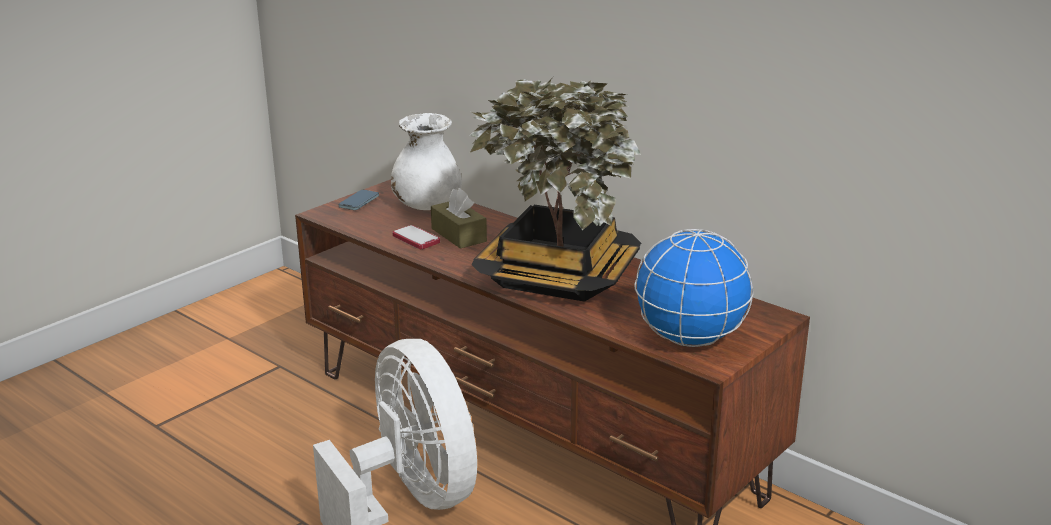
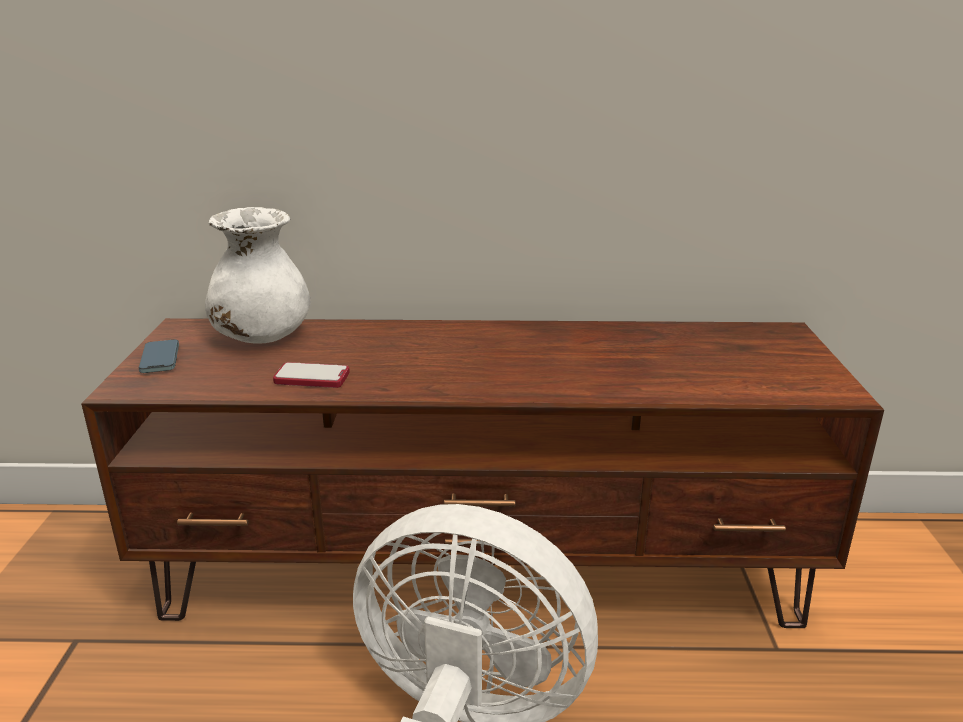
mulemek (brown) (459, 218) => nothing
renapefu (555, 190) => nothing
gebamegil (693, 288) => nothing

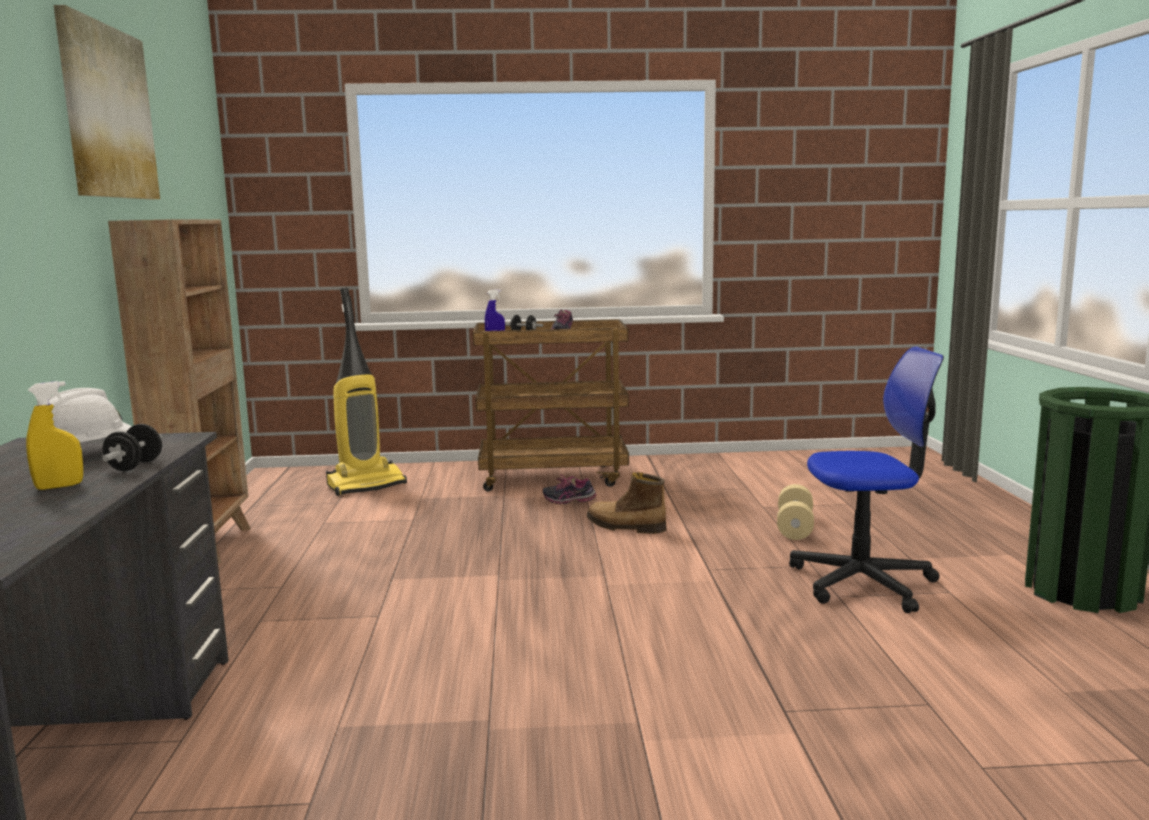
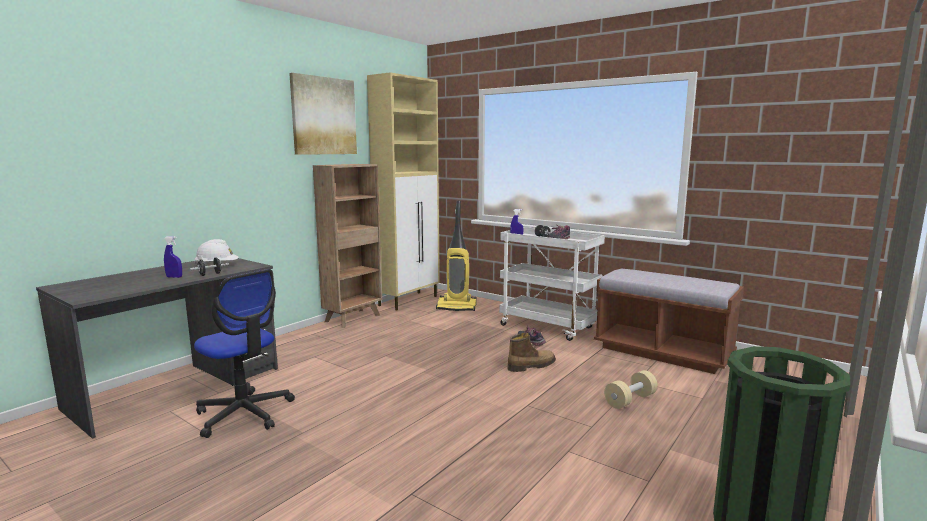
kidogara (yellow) (54, 435) => kidogara (blue) (173, 257)
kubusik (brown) (551, 405) => kubusik (white) (552, 284)
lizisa (626, 503) => lizisa (531, 352), 90 degrees clockwise
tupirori (866, 479) => tupirori (244, 353), moved
nothing => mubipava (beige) (403, 191)
nothing => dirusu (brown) (669, 321)

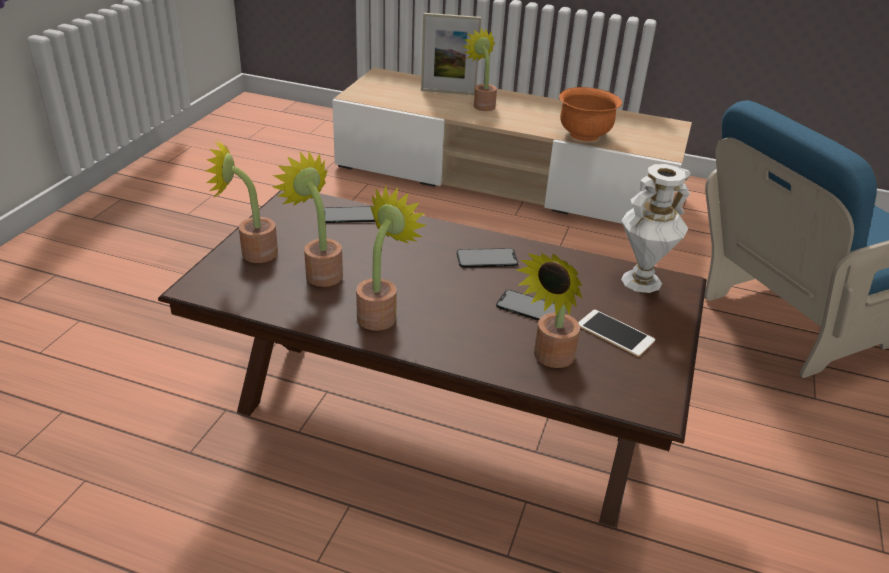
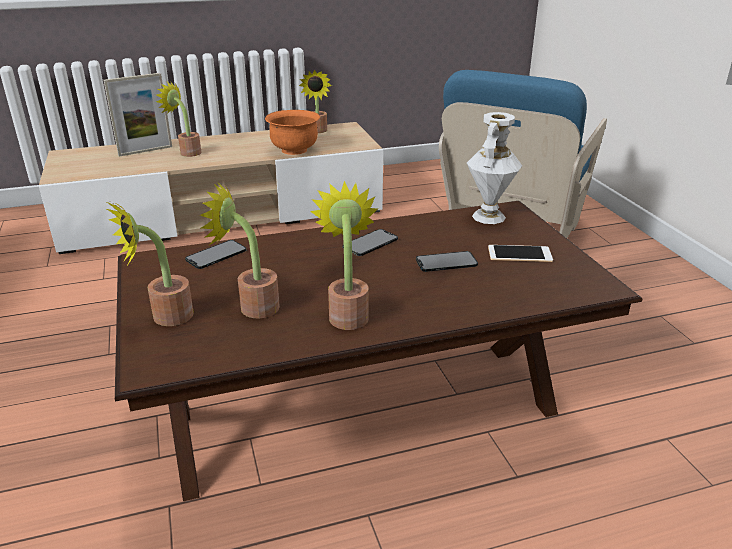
renapefu (549, 310) => renapefu (315, 101), moved

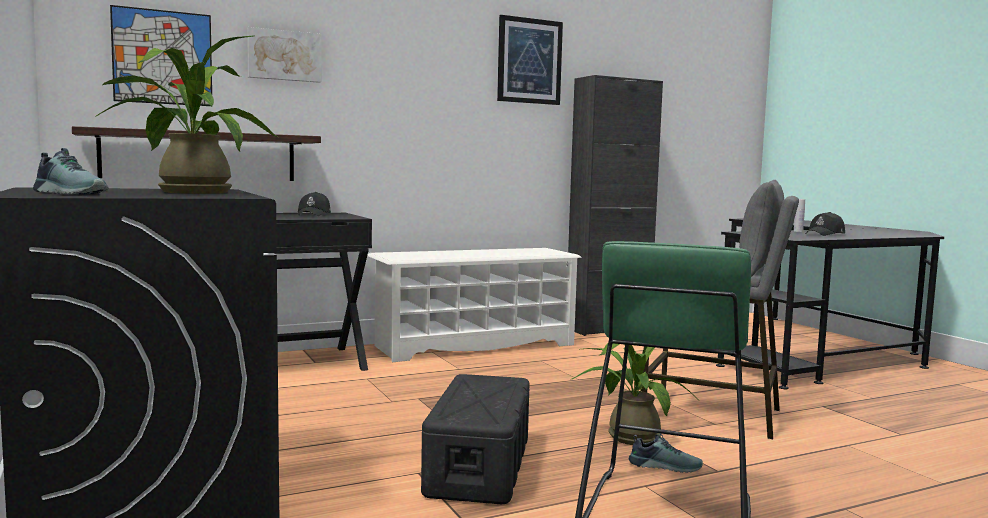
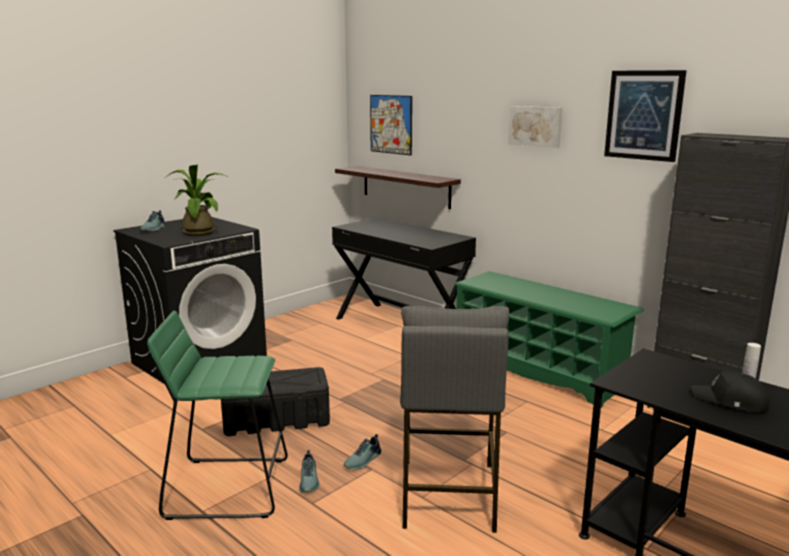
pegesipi (284, 55) => pegesipi (535, 127), moved
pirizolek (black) (314, 204) => nothing
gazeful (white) (474, 305) => gazeful (green) (549, 339)
renapefu (635, 394) => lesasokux (362, 452)

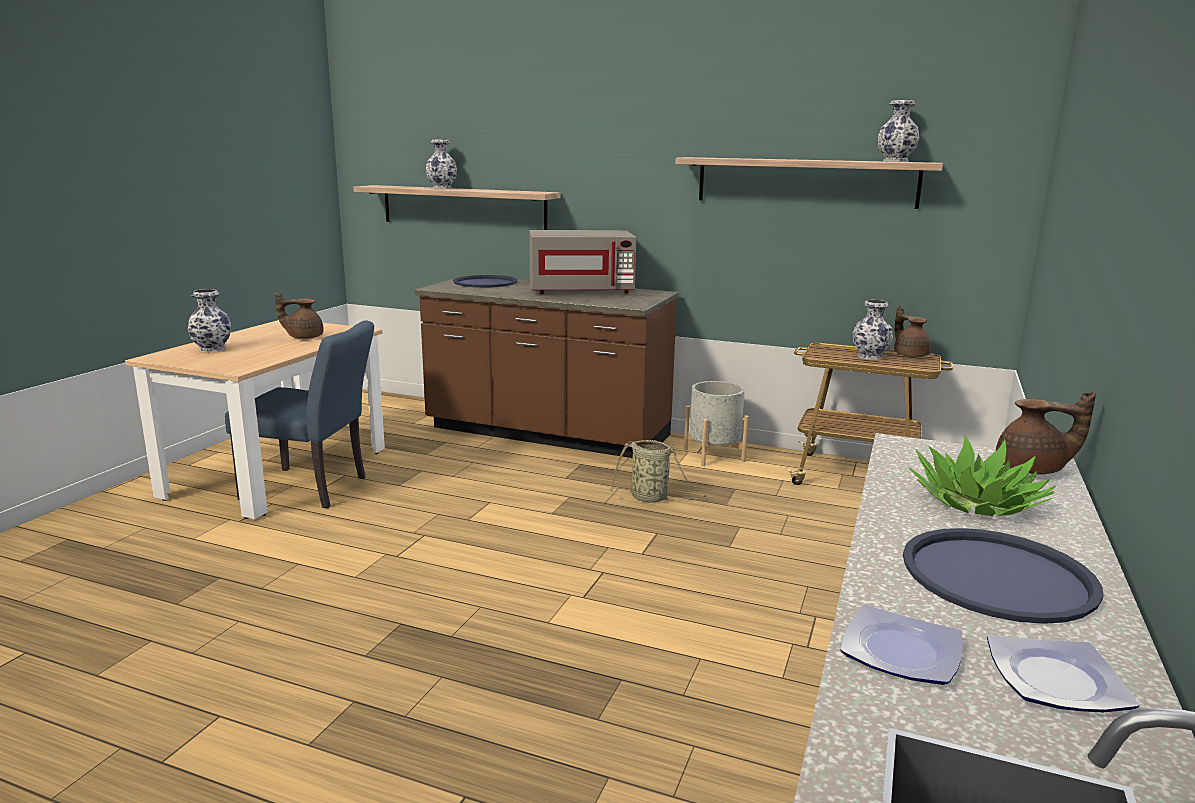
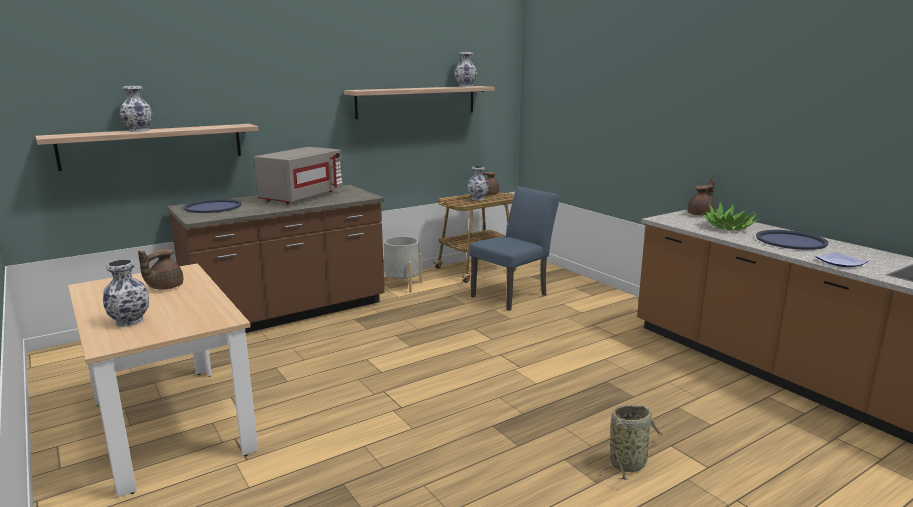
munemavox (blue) (299, 414) => munemavox (blue) (514, 249), moved
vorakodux (658, 471) => vorakodux (631, 442), moved
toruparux (1063, 673) => nothing

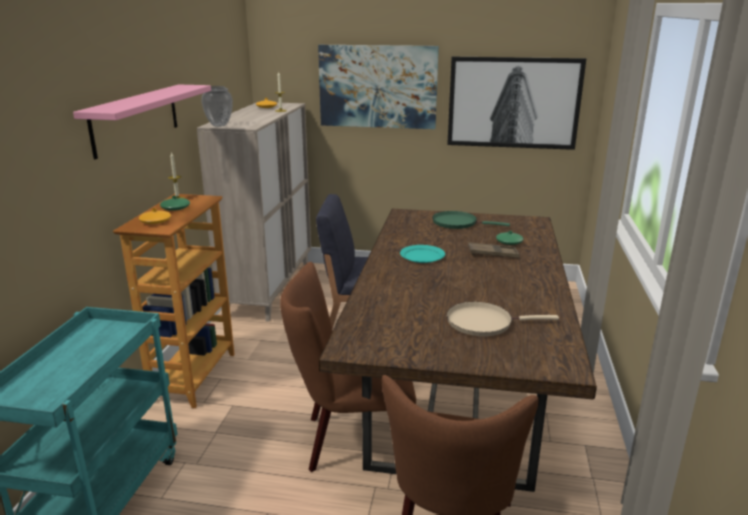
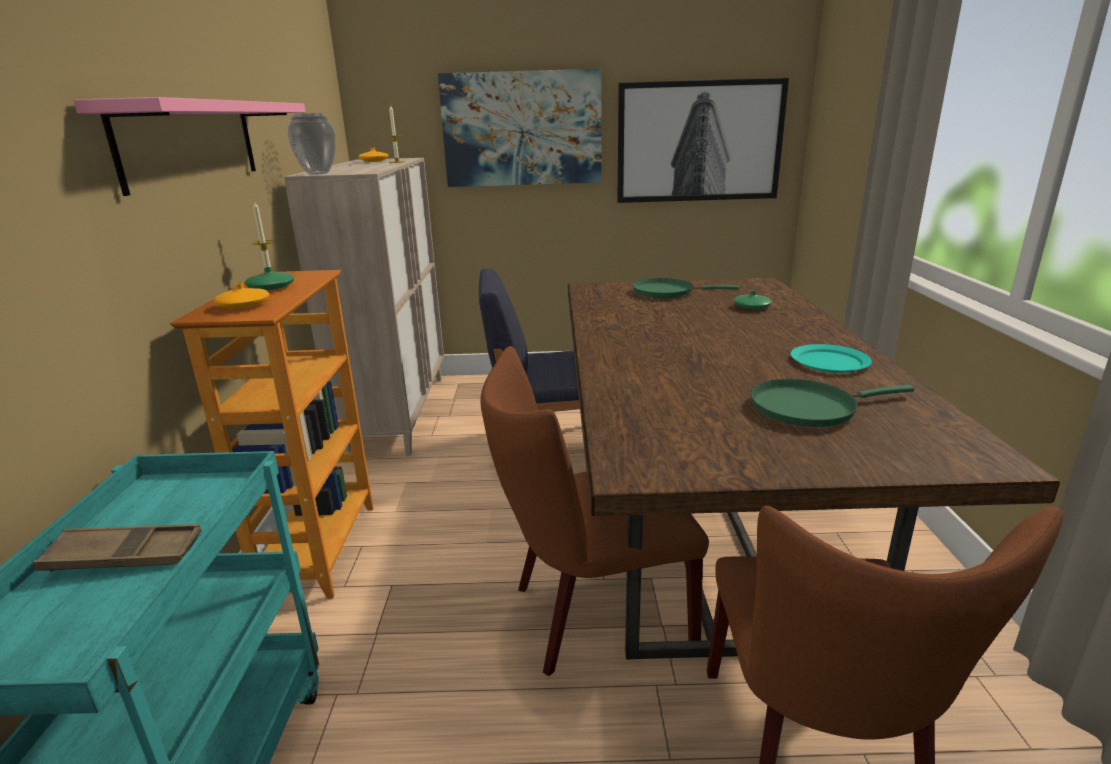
toruparux (turquoise) (422, 254) => toruparux (turquoise) (831, 358), moved
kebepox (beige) (503, 319) => kebepox (green) (832, 403)
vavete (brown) (494, 250) => vavete (brown) (117, 548), moved

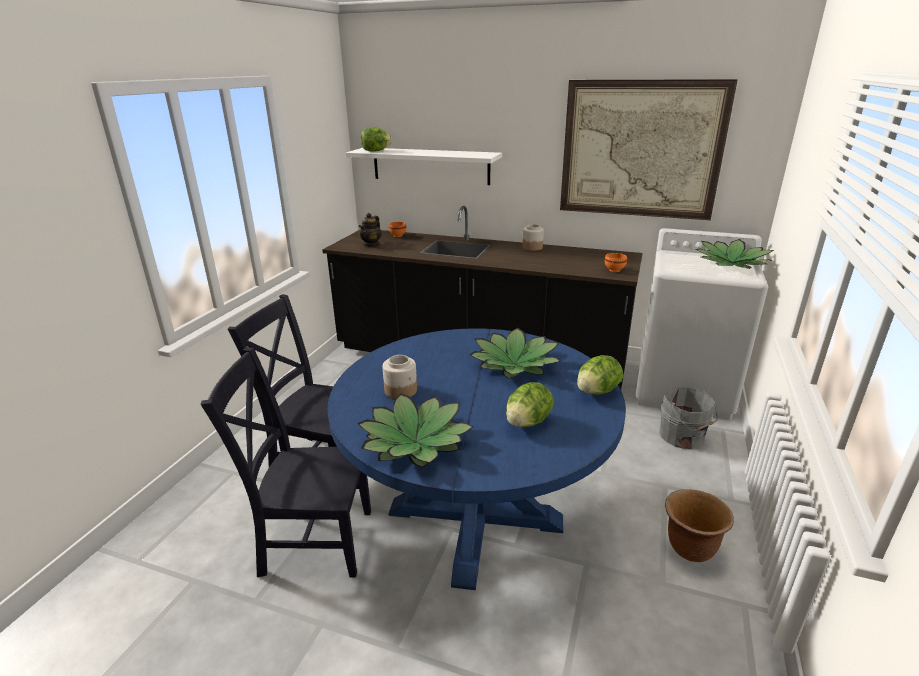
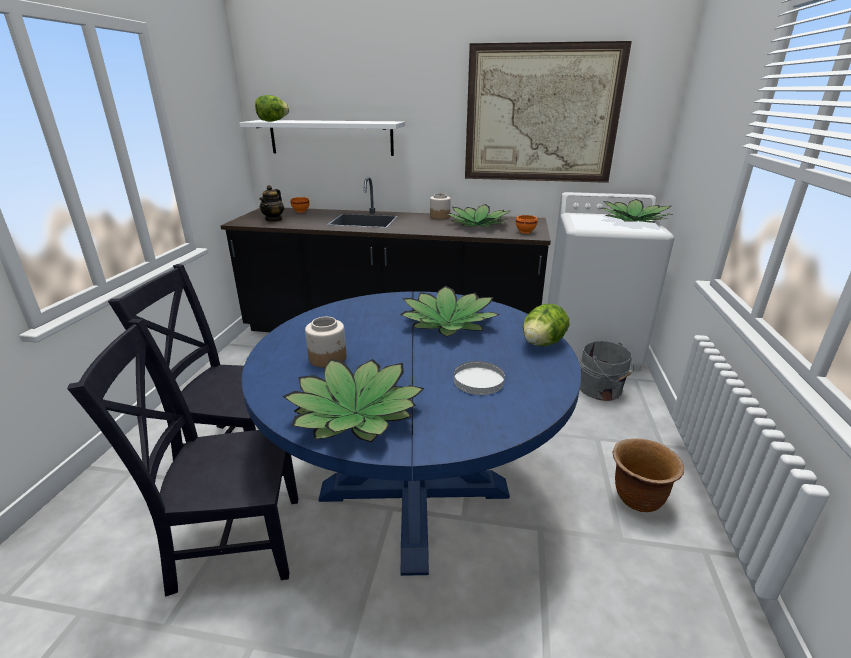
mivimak (530, 404) => toruparux (white) (479, 378)
nothing => renapefu (478, 215)

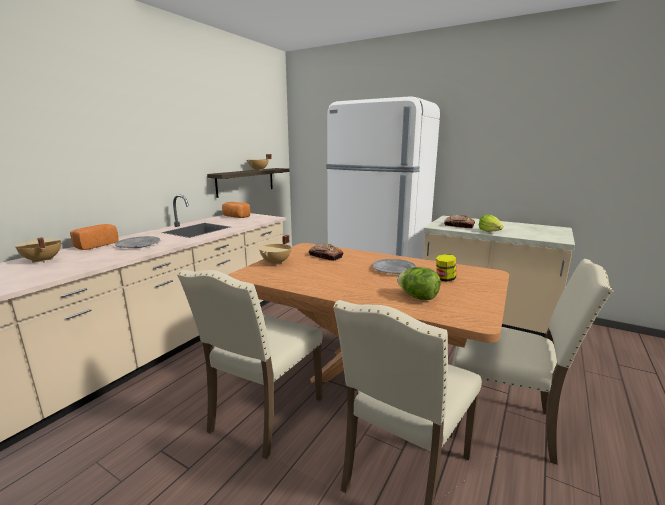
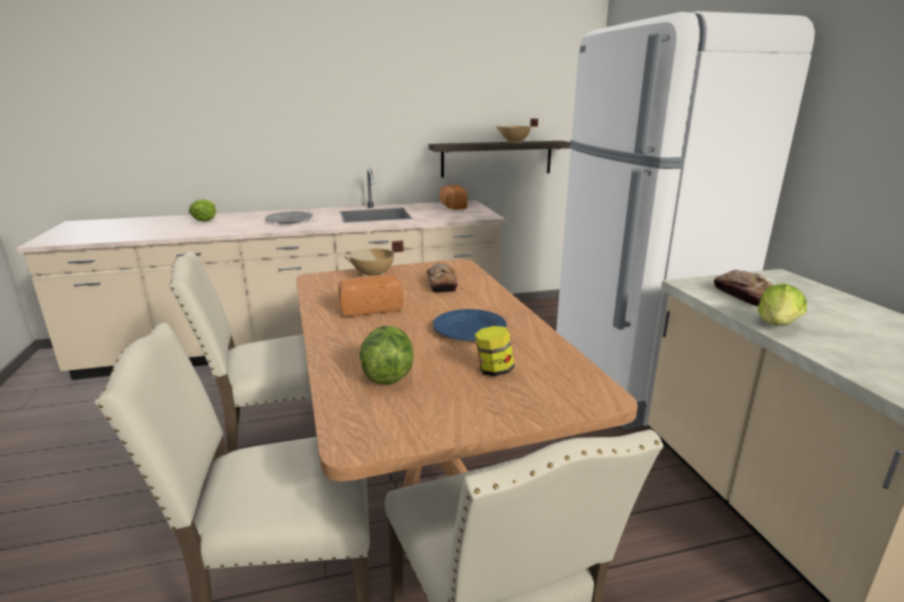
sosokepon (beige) (38, 250) => mivimak (202, 210)
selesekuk (94, 237) => selesekuk (370, 296), moved
toruparux (grey) (394, 266) => toruparux (blue) (470, 325)

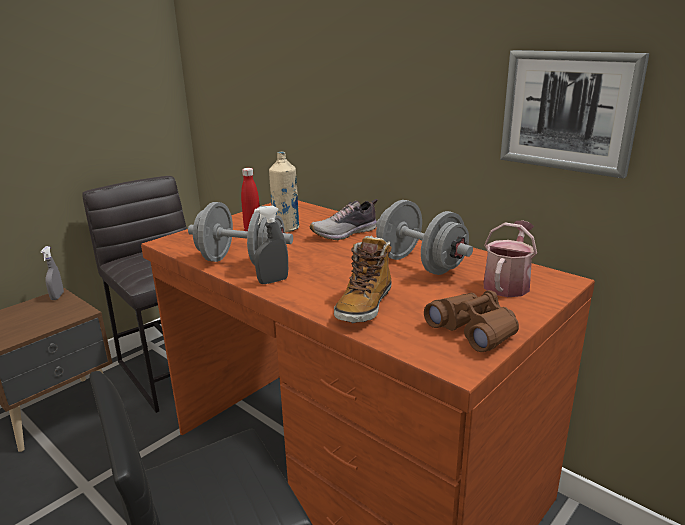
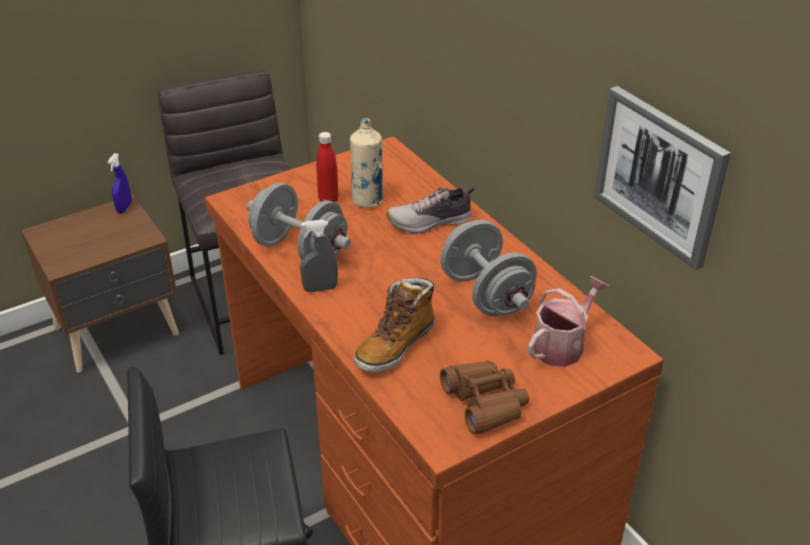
kidogara (grey) (52, 273) => kidogara (blue) (120, 183)

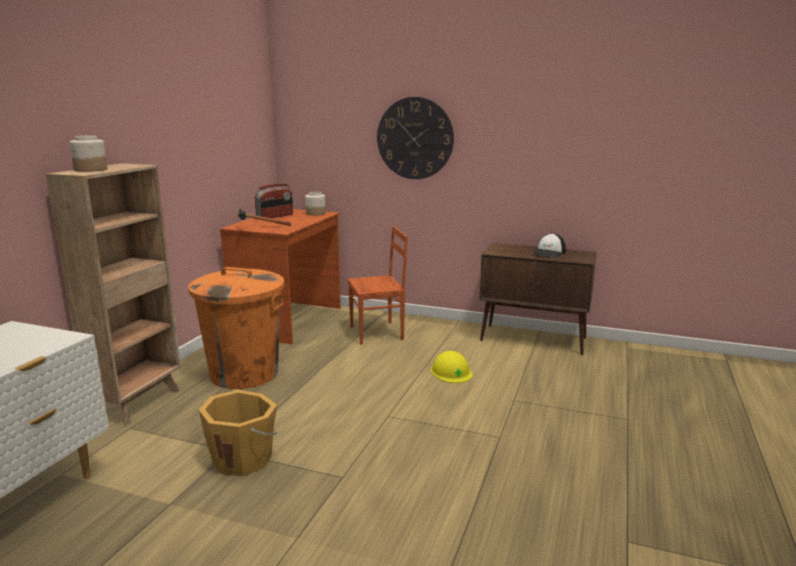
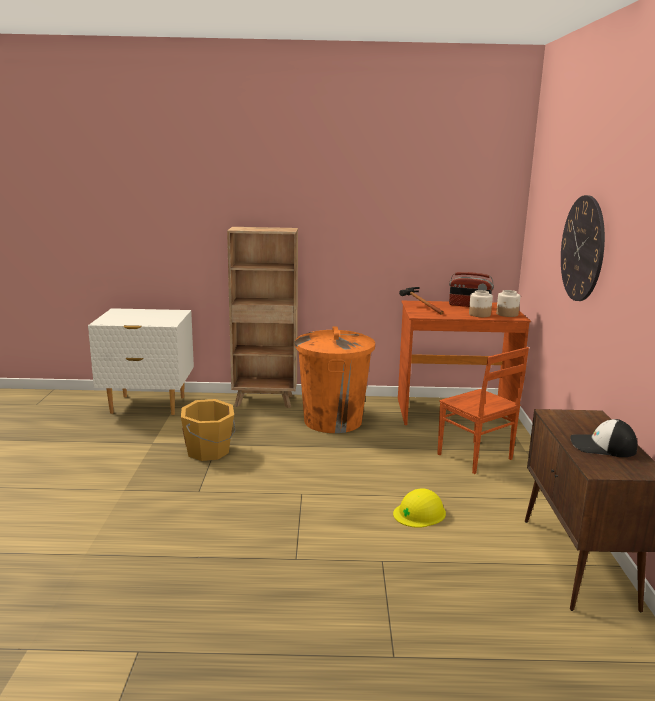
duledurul (88, 153) => duledurul (481, 303), moved

